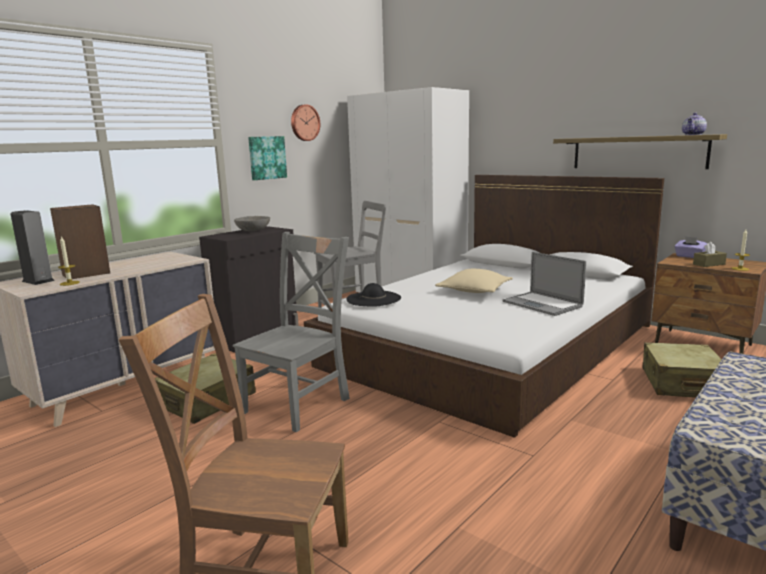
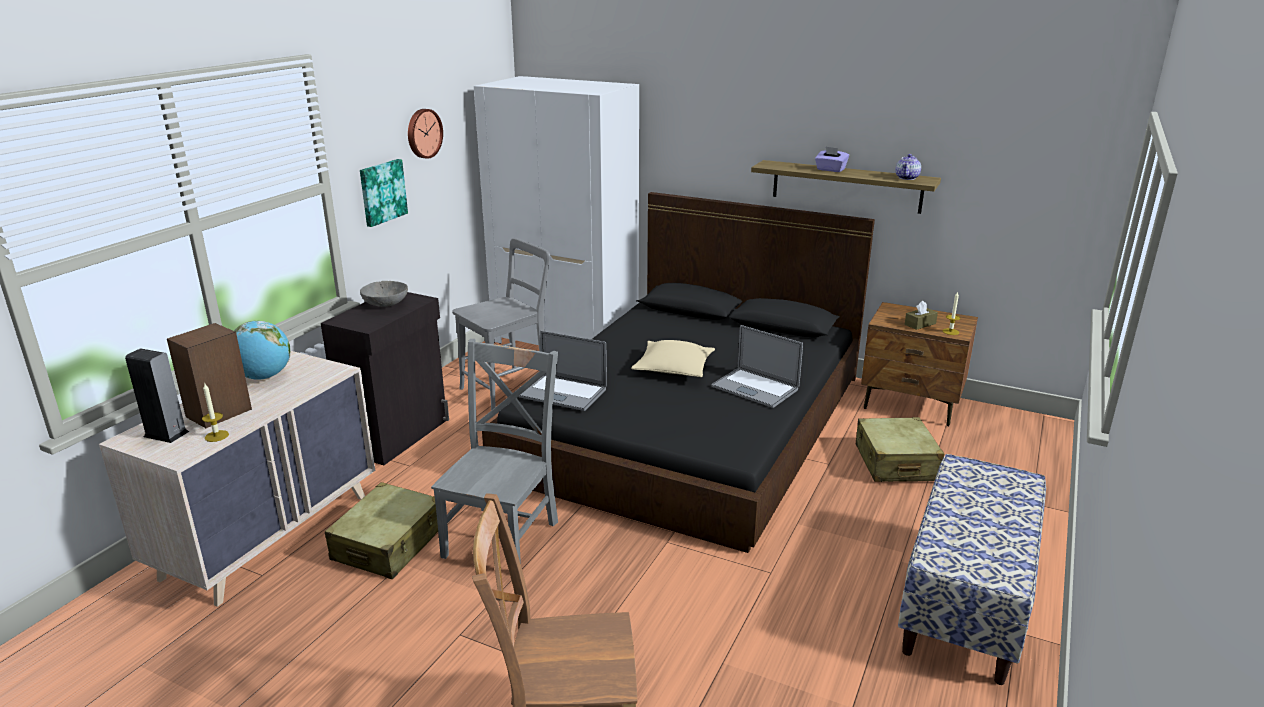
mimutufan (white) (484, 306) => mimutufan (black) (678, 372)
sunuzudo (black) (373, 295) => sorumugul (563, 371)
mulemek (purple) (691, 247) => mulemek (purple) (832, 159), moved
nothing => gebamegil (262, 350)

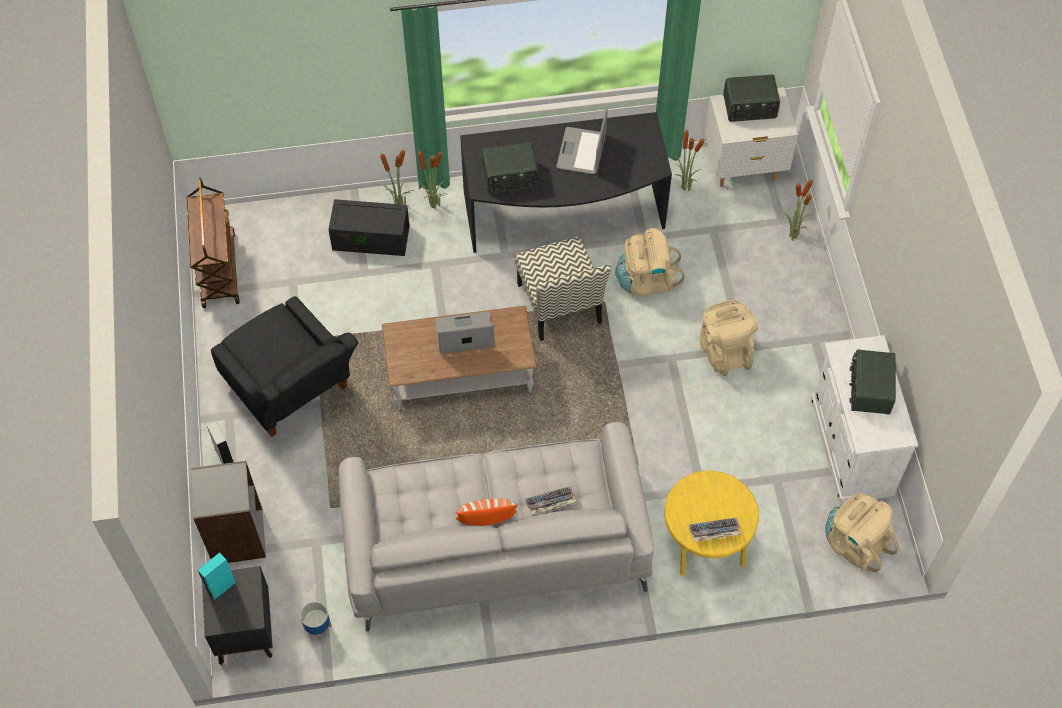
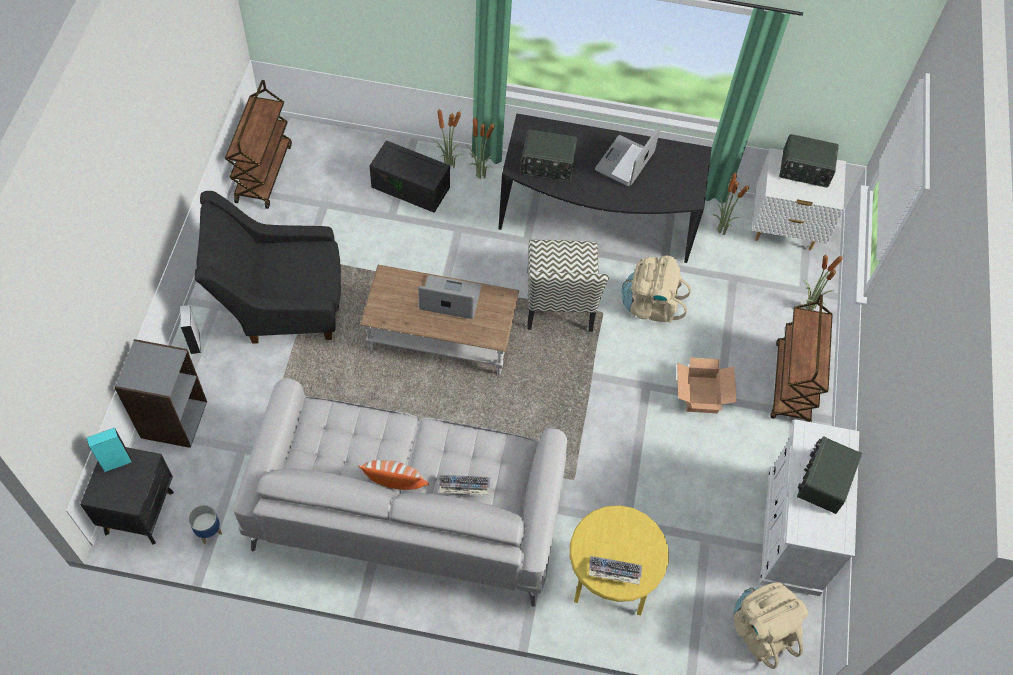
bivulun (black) (284, 366) => bivulun (black) (268, 267), 105 degrees clockwise
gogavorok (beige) (729, 338) => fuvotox (707, 385)
nothing => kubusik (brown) (801, 358)

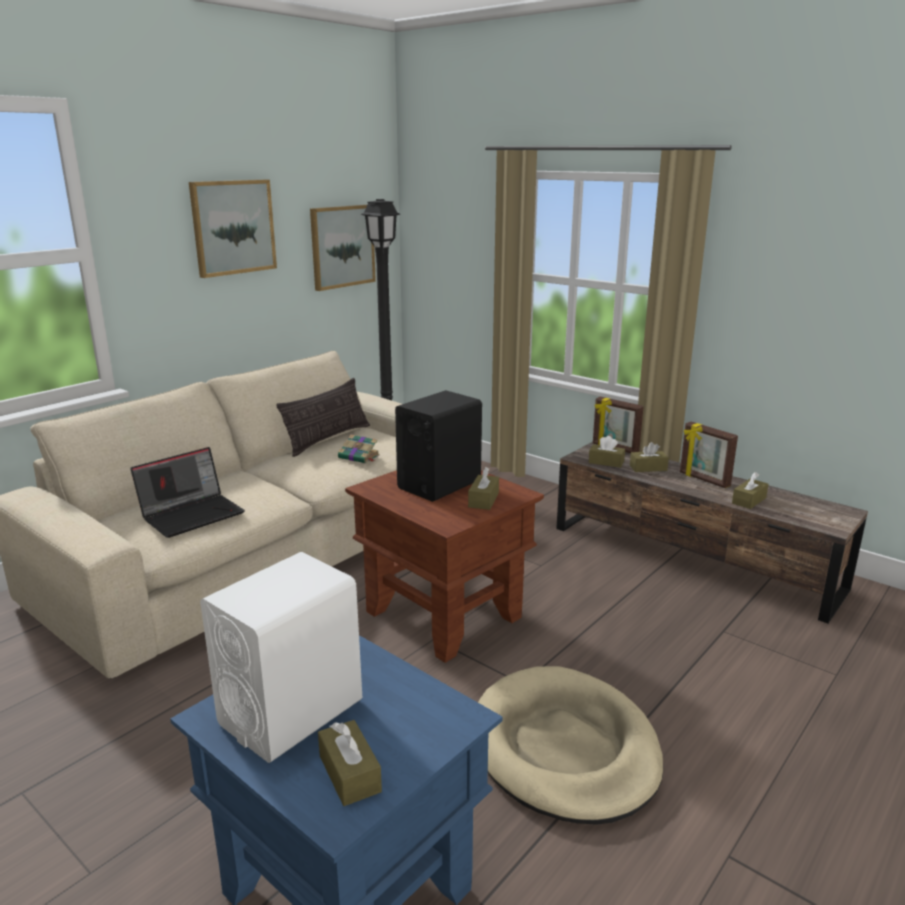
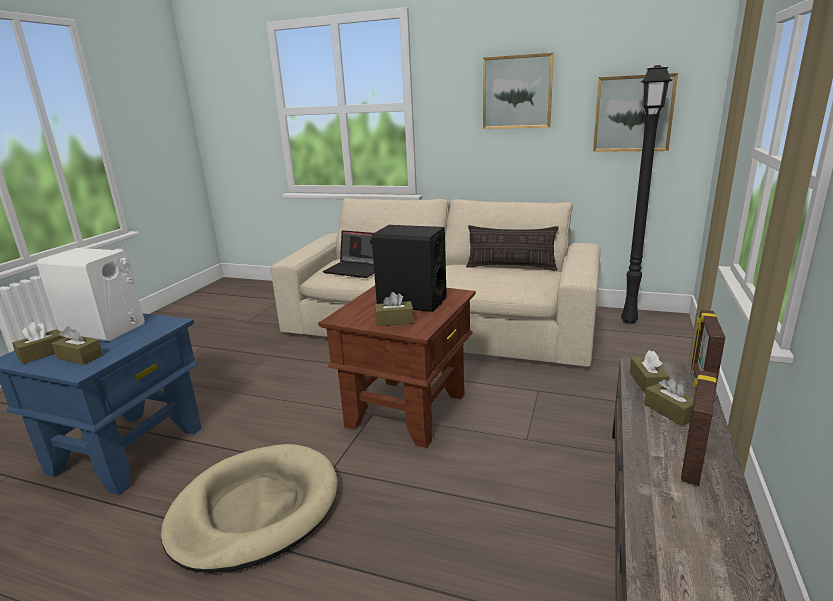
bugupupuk (359, 449) => nothing
mulemek (brown) (750, 490) => mulemek (brown) (77, 345), moved

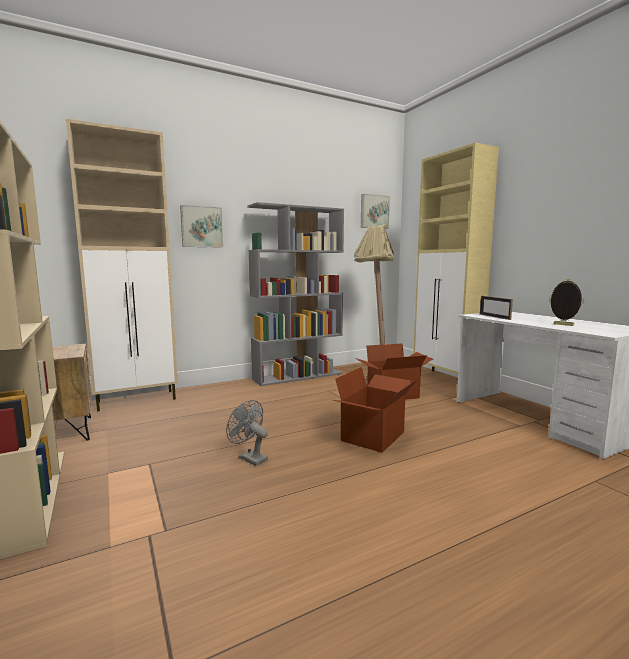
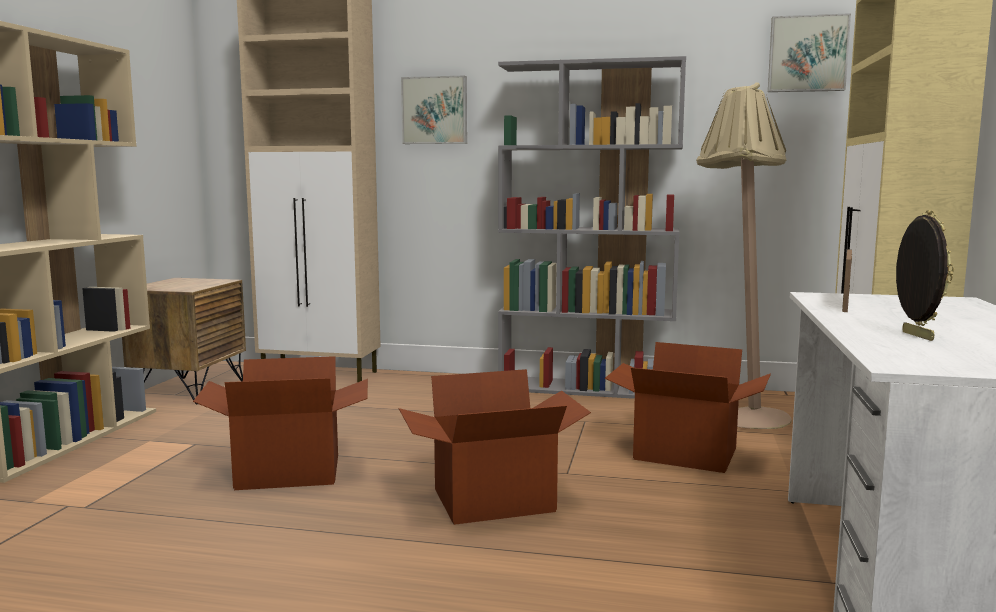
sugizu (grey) (247, 433) => fuvotox (280, 423)

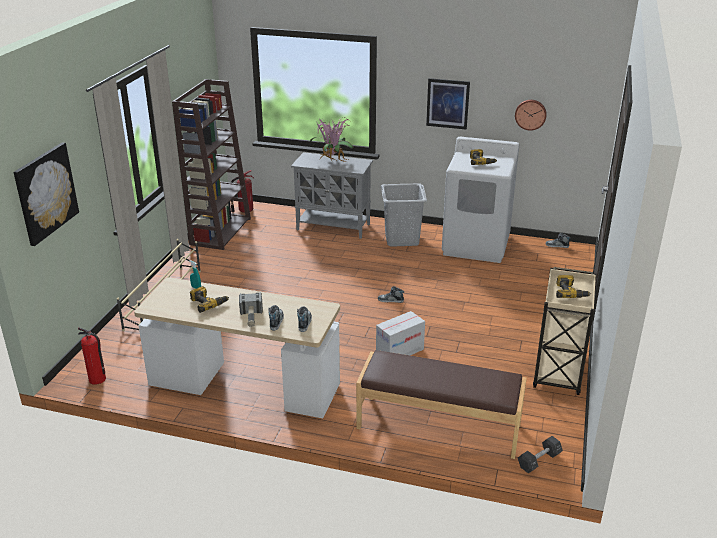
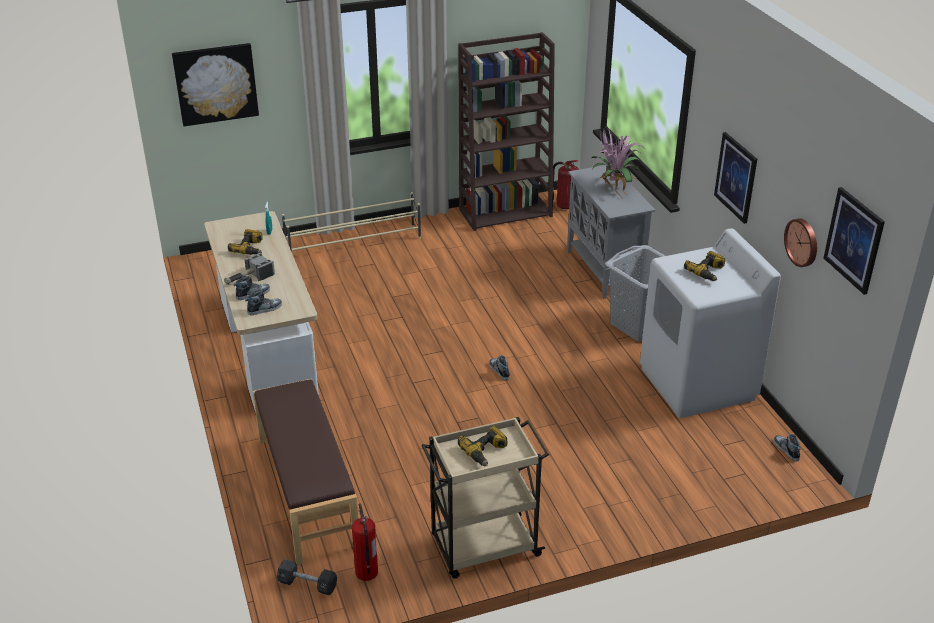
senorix (92, 356) => senorix (365, 542), moved
fuvotox (400, 333) => nothing
nothing => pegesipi (854, 241)

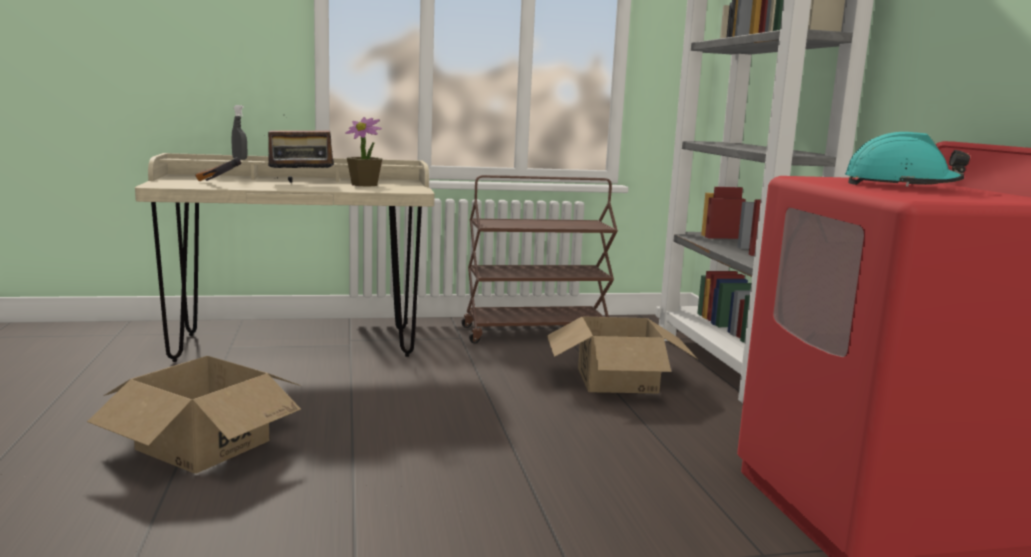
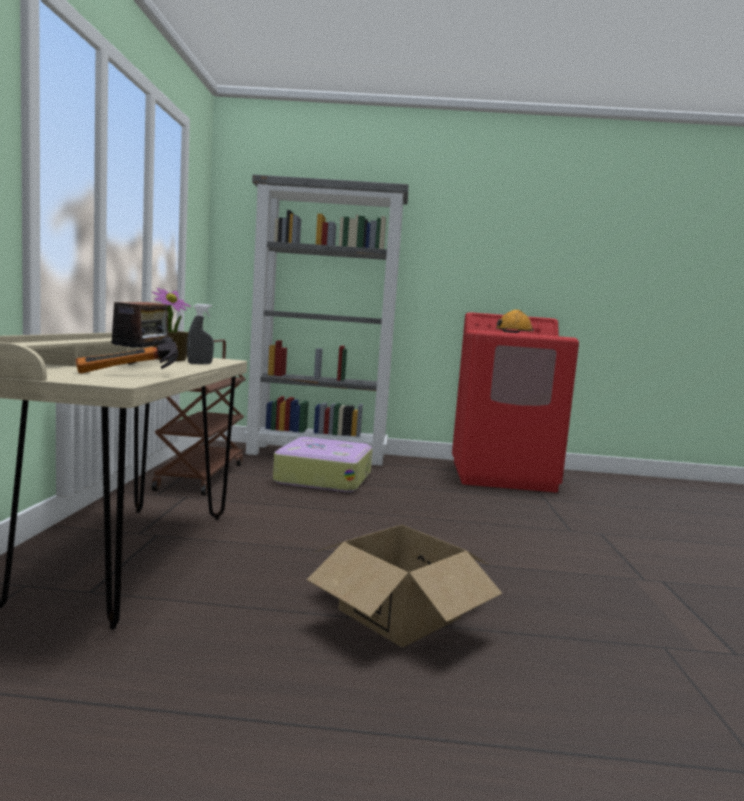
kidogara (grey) (239, 132) => kidogara (grey) (200, 334), moved
fuvotox (622, 354) => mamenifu (322, 464)
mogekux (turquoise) (907, 159) => mogekux (orange) (515, 321)

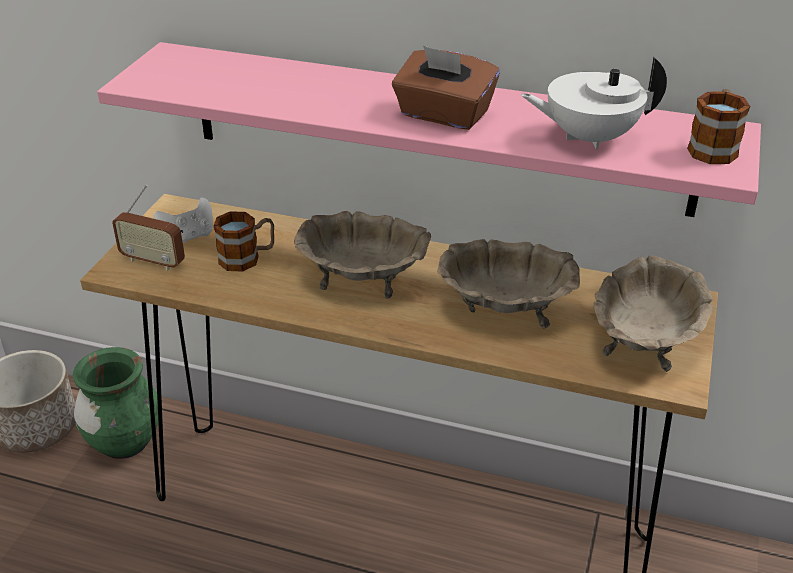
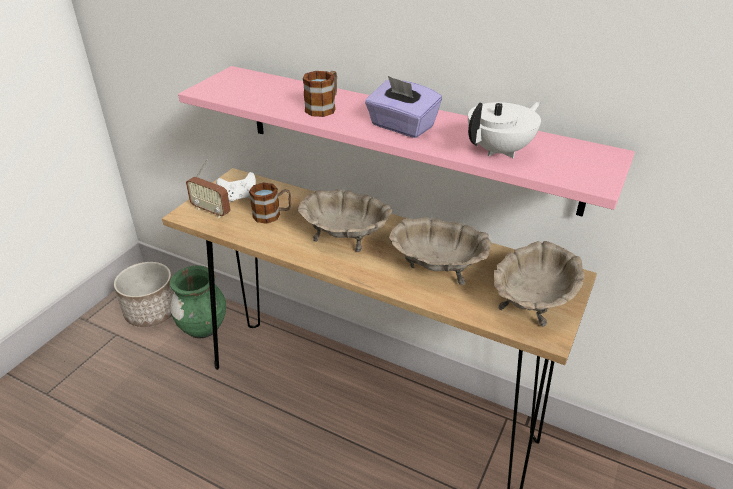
mulemek (brown) (446, 88) => mulemek (purple) (403, 107)
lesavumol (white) (594, 103) => lesavumol (white) (504, 130), 135 degrees clockwise
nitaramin (718, 126) => nitaramin (320, 94), moved

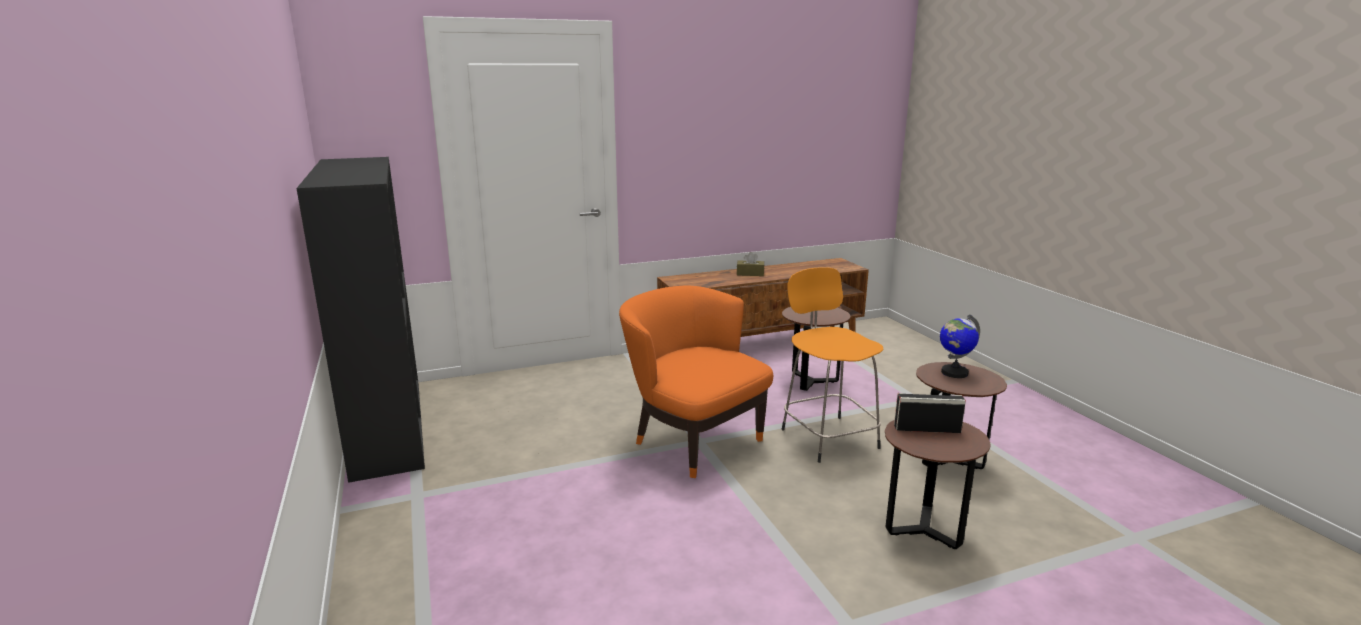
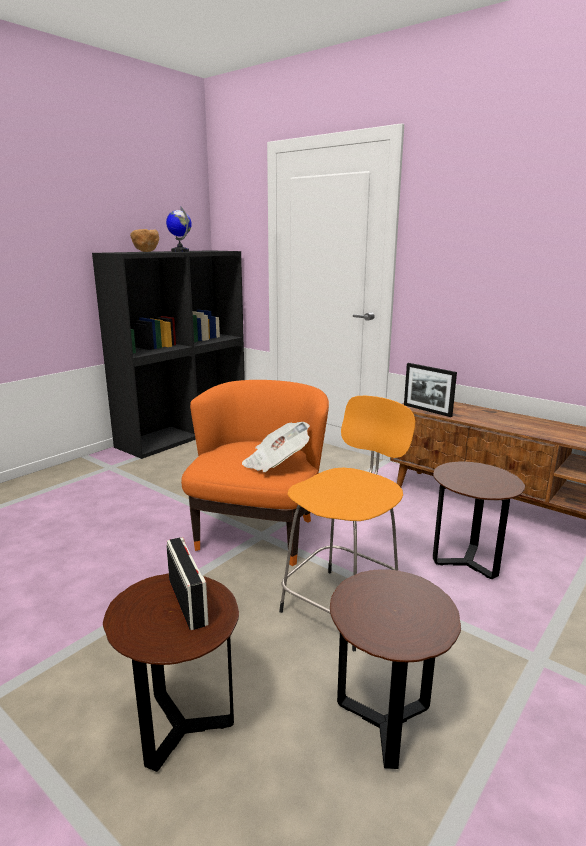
mulemek (brown) (750, 264) => nothing
gebamegil (960, 346) => gebamegil (179, 229), moved
nothing => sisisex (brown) (144, 240)
nothing => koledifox (276, 447)
nothing => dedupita (430, 390)

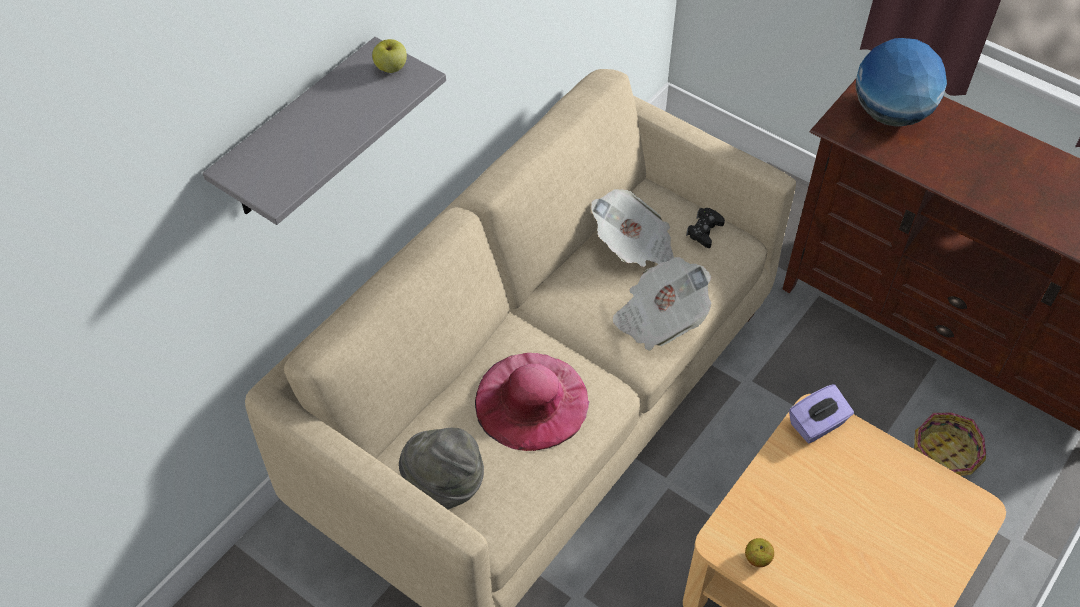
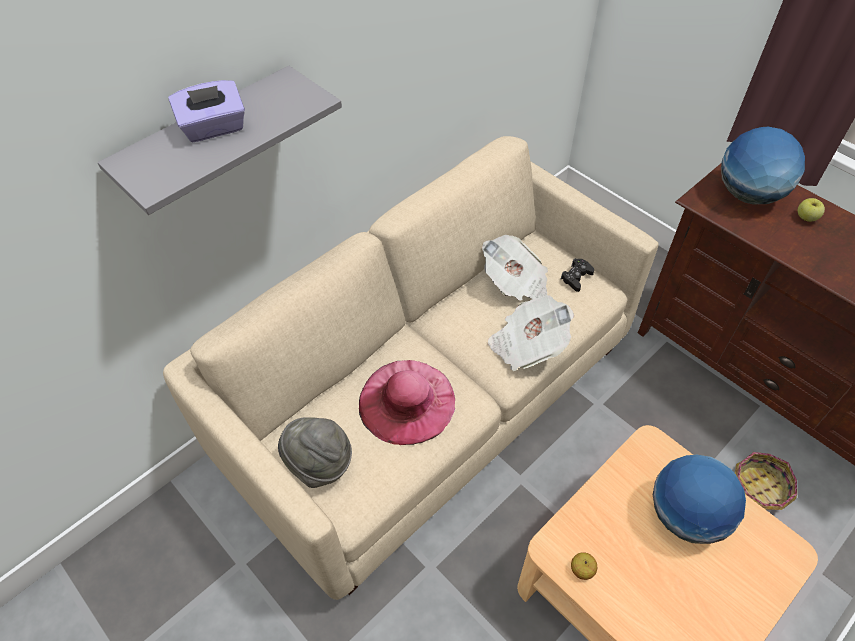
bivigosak (389, 56) => bivigosak (811, 210), moved
mulemek (purple) (821, 413) => mulemek (purple) (206, 111), moved
nothing => gebamegil (699, 499)

